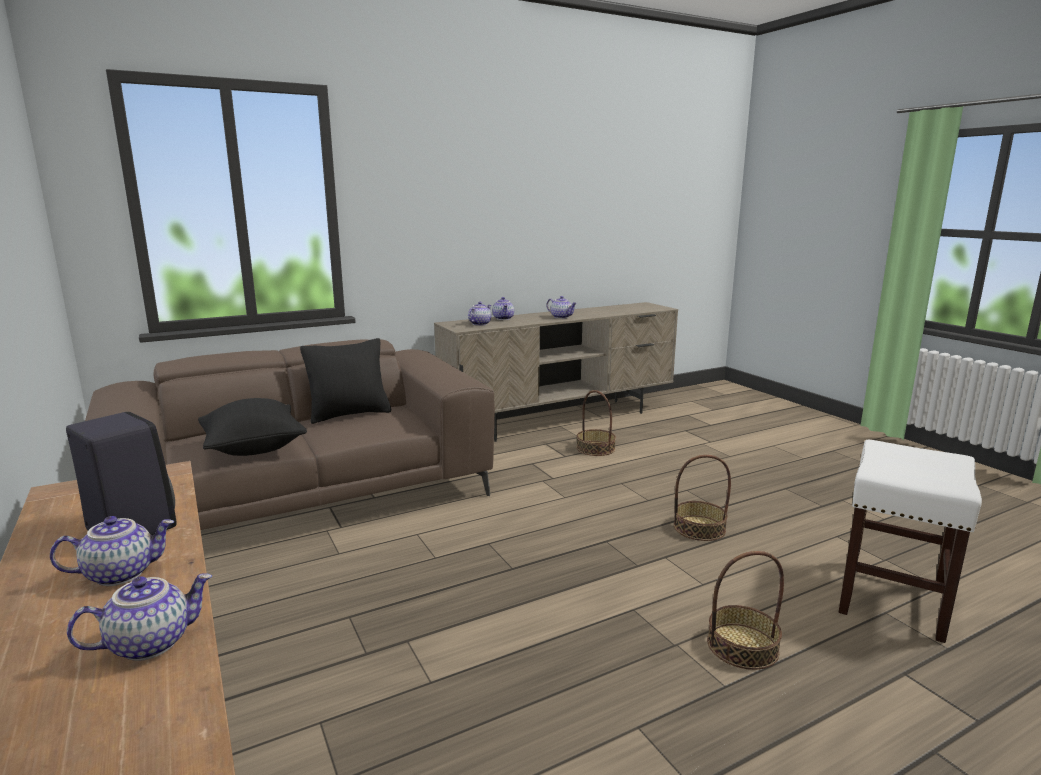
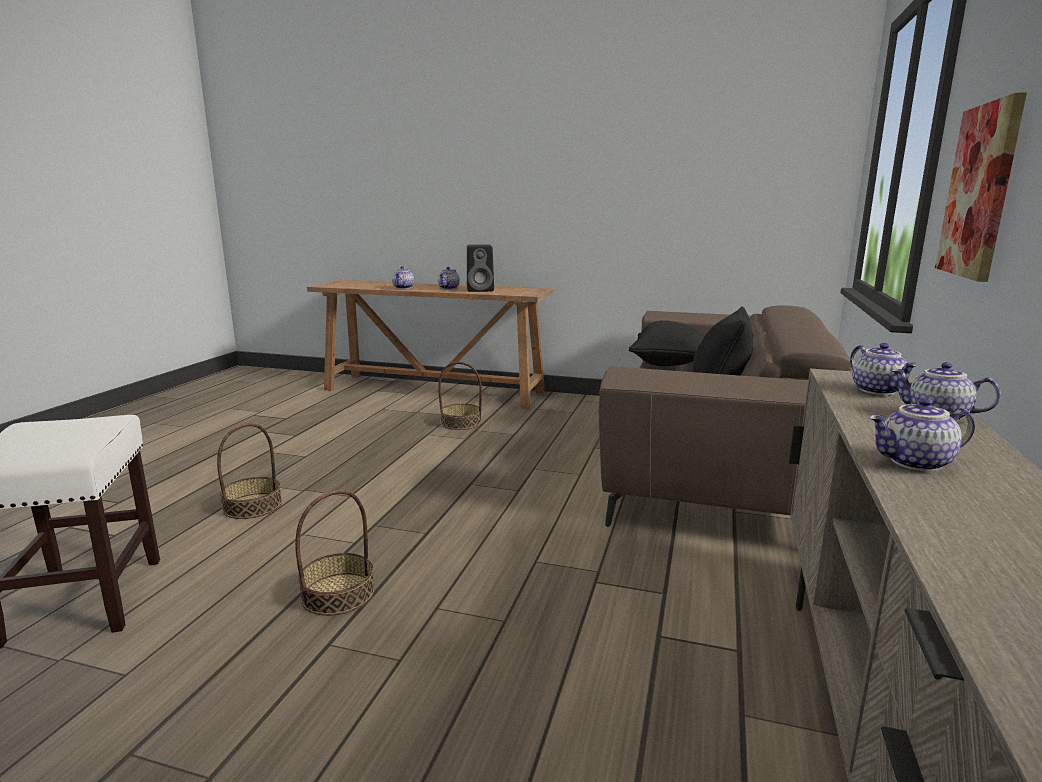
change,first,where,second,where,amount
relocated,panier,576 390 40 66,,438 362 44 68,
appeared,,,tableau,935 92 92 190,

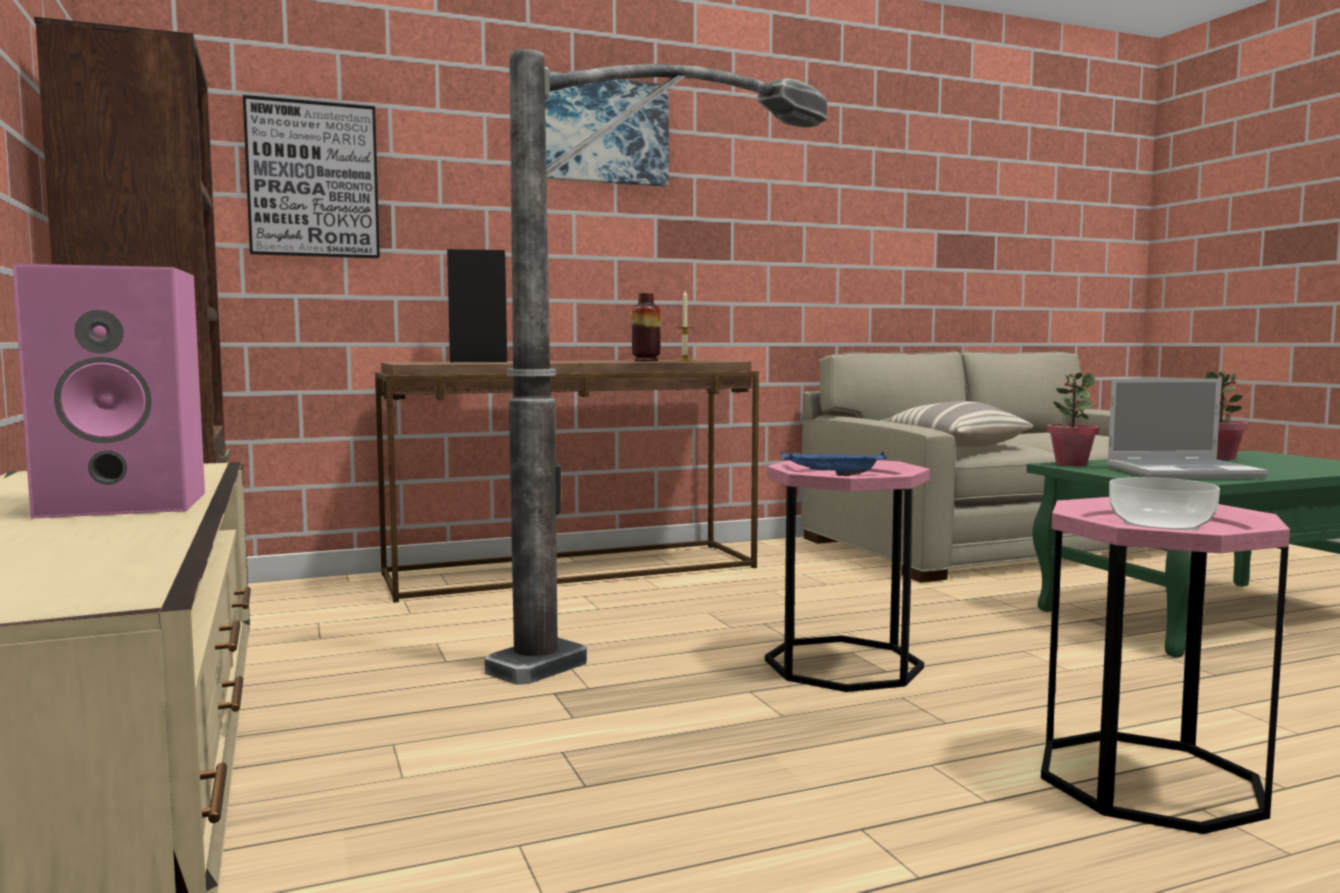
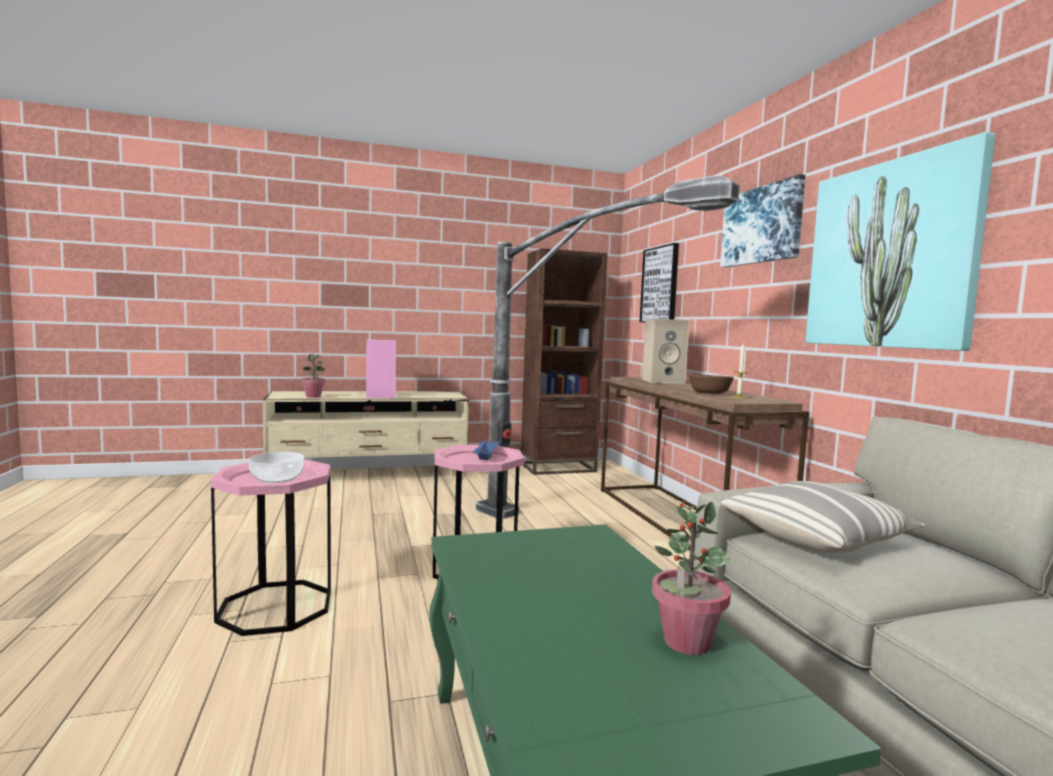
change,first,where,second,where,amount
colour,enceinte [noir],447 249 60 113,enceinte [beige],642 319 48 65,
exchanged,vase,632 293 28 68,bol [marron],688 374 46 20,
relocated,plante en pot,1047 373 52 93,,301 354 25 44,
missing,ordinateur portable,1107 378 161 101,,,
appeared,,,tableau,805 132 190 219,

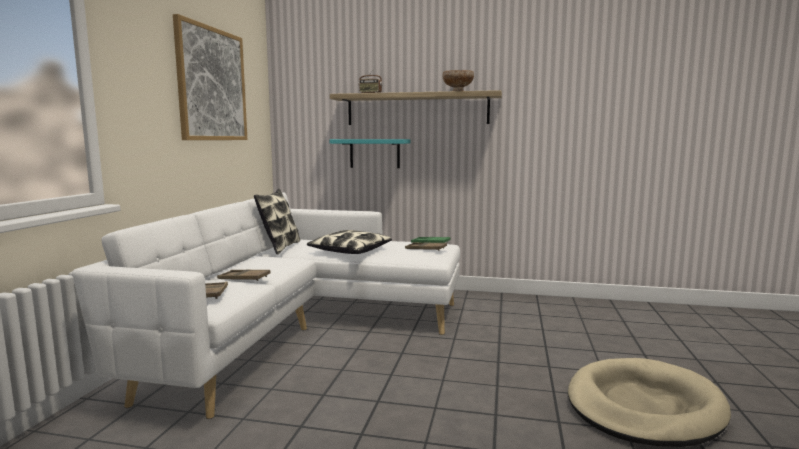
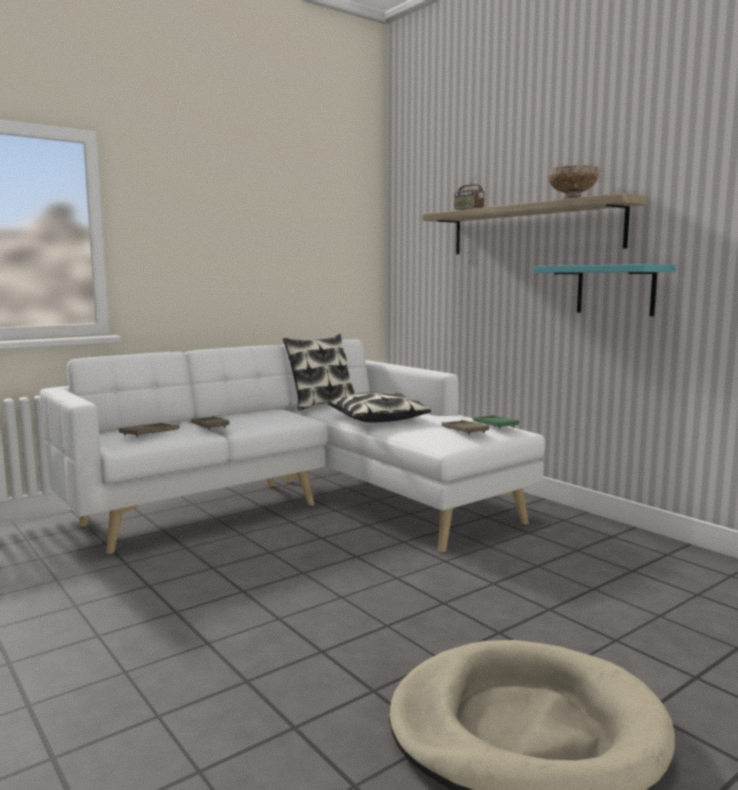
change,first,where,second,where,amount
missing,tableau,173 14 74 126,,,
relocated,étagère [turquoise],330 139 80 29,,533 264 143 52,

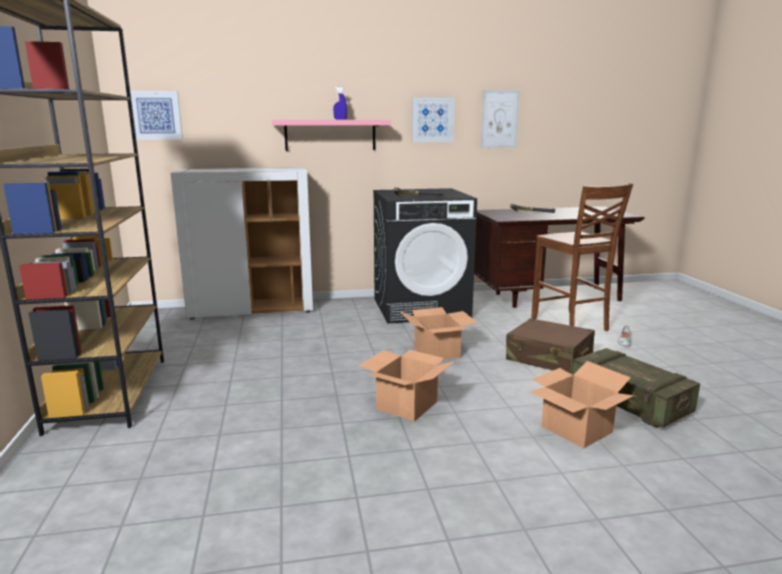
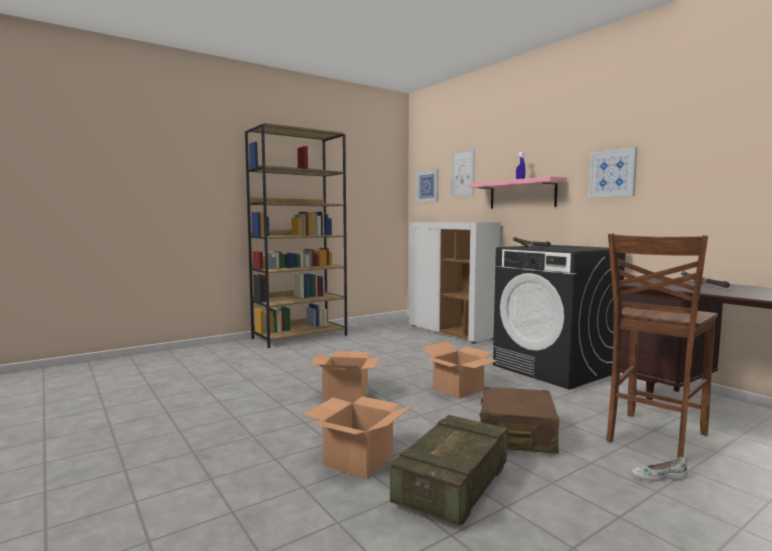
change,first,where,second,where,amount
relocated,tableau,481 90 39 58,,451 148 24 49,

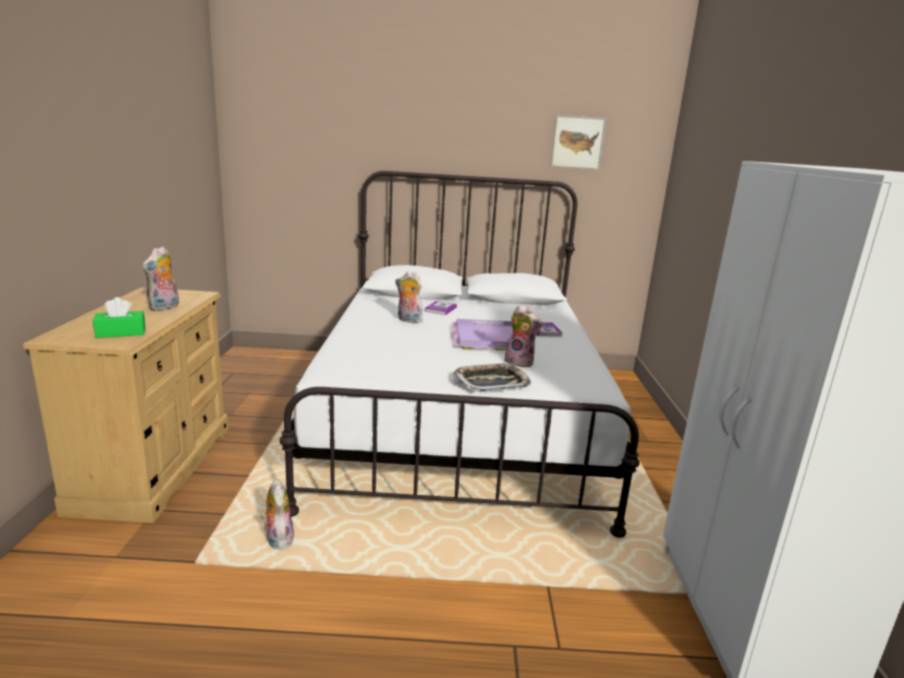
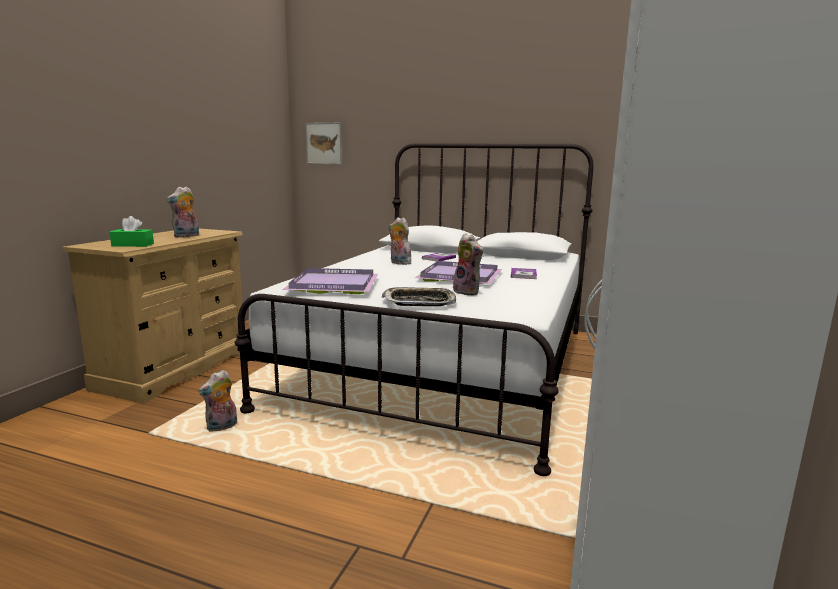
change,first,where,second,where,amount
relocated,tableau,550 115 56 55,,305 123 37 42,
spun,peluche,261 479 33 71,,198 370 39 62,135 degrees counterclockwise
appeared,,,plateau [violet],283 268 95 26,

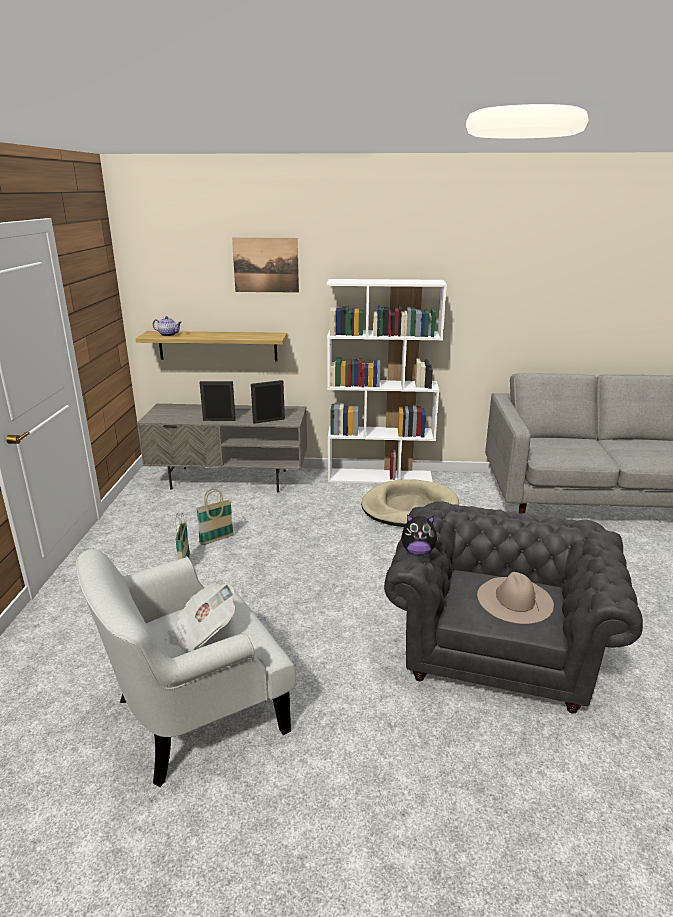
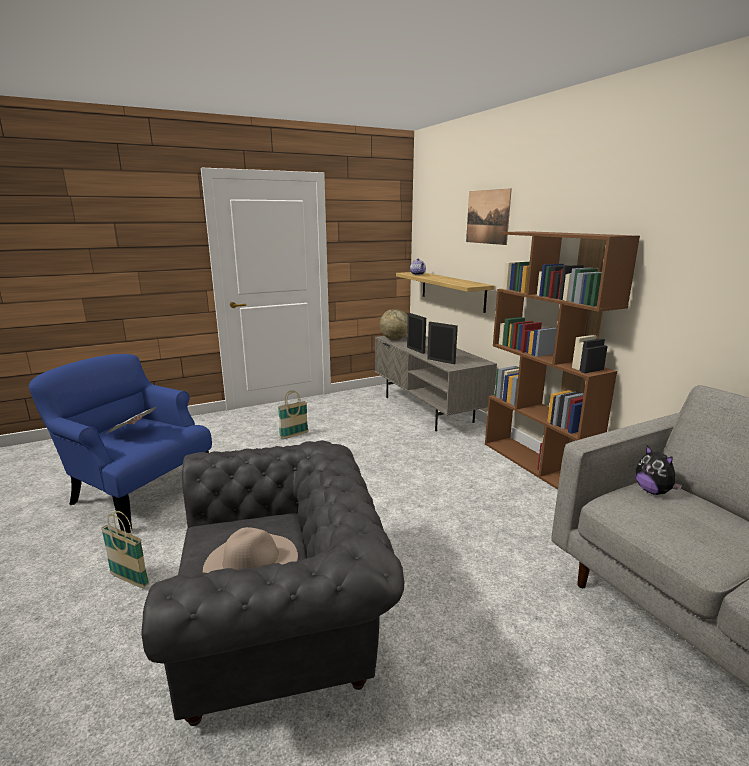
change,first,where,second,where,amount
colour,bibliothèque [blanc],327 279 120 205,bibliothèque [marron],485 231 155 259,
missing,panier pour chien [beige],361 479 98 48,,,
relocated,panier,196 489 38 56,,101 511 48 77,
relocated,peluche,401 514 38 41,,636 445 46 50,
colour,fauteuil [blanc],76 549 220 238,fauteuil [bleu],29 354 183 179,
appeared,,,globe,380 309 28 31,

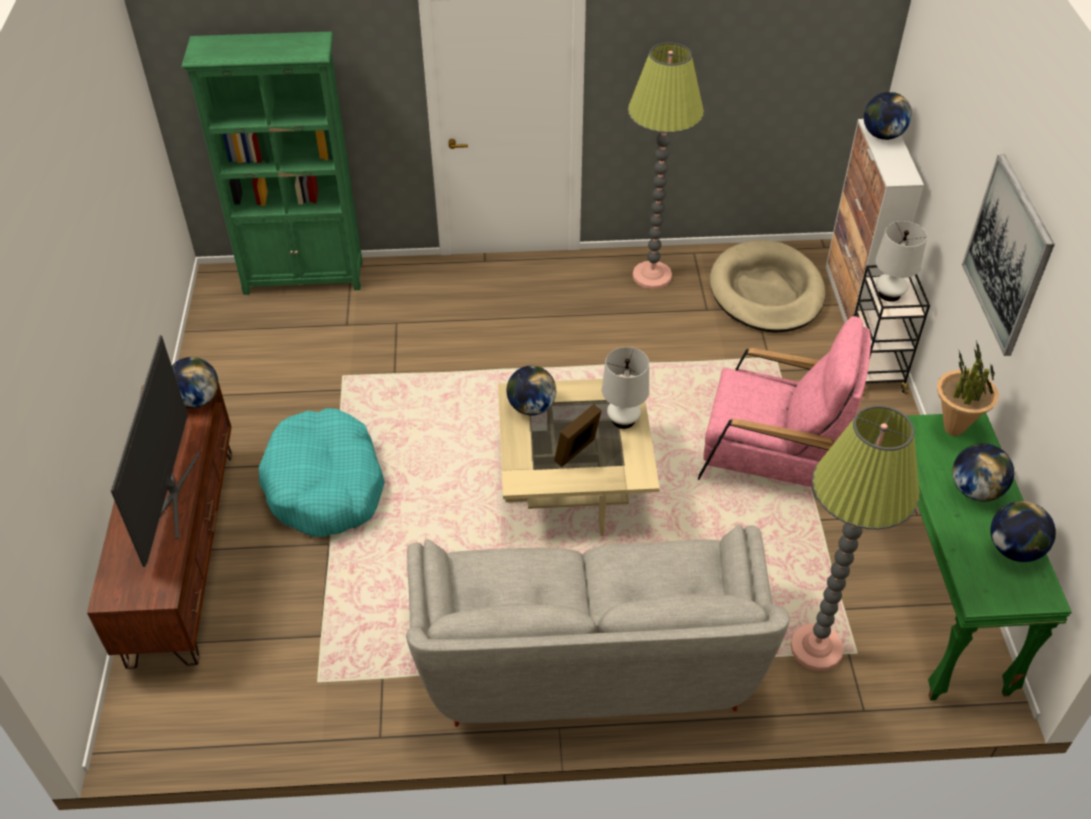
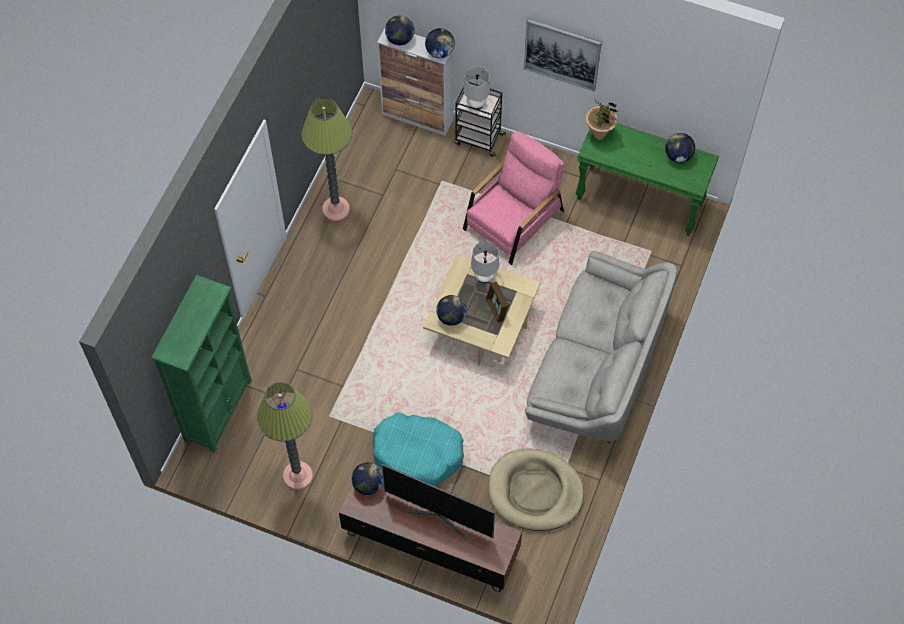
change,first,where,second,where,amount
relocated,panier pour chien [beige],710 240 115 93,,488 448 96 83,
relocated,lampadaire,790 406 130 265,,257 382 56 108,
relocated,globe,952 443 62 58,,425 28 30 30,

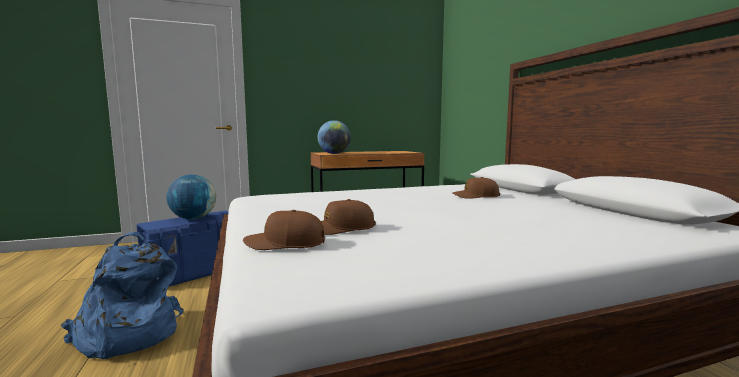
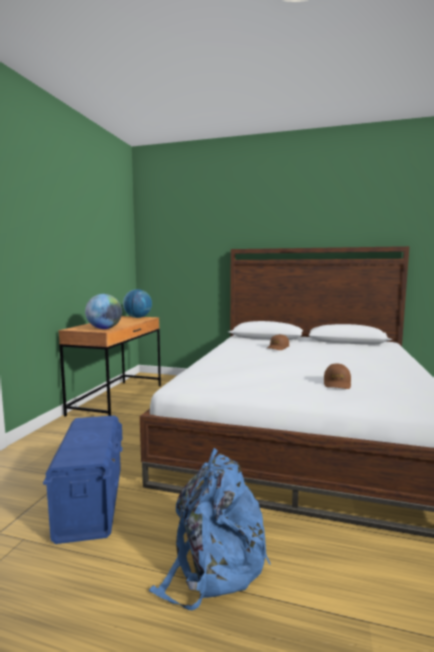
change,first,where,second,where,amount
relocated,globe,166 174 50 45,,123 289 29 29,
missing,casquette [marron],243 210 82 40,,,

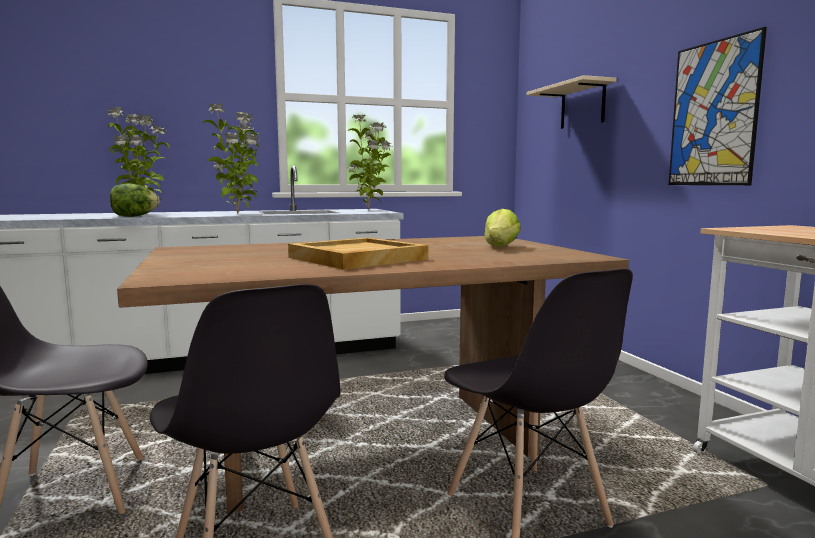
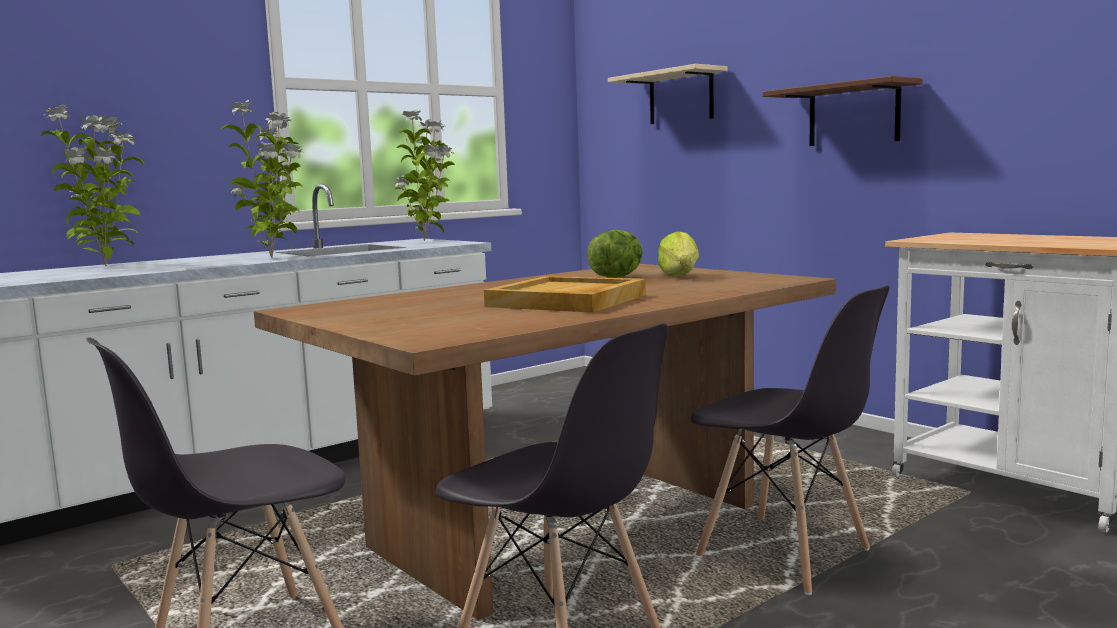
change,first,where,second,where,amount
exchanged,tableau,669 27 98 158,étagère [marron],763 76 160 70,
relocated,laitue,110 184 50 33,,587 230 56 48,

